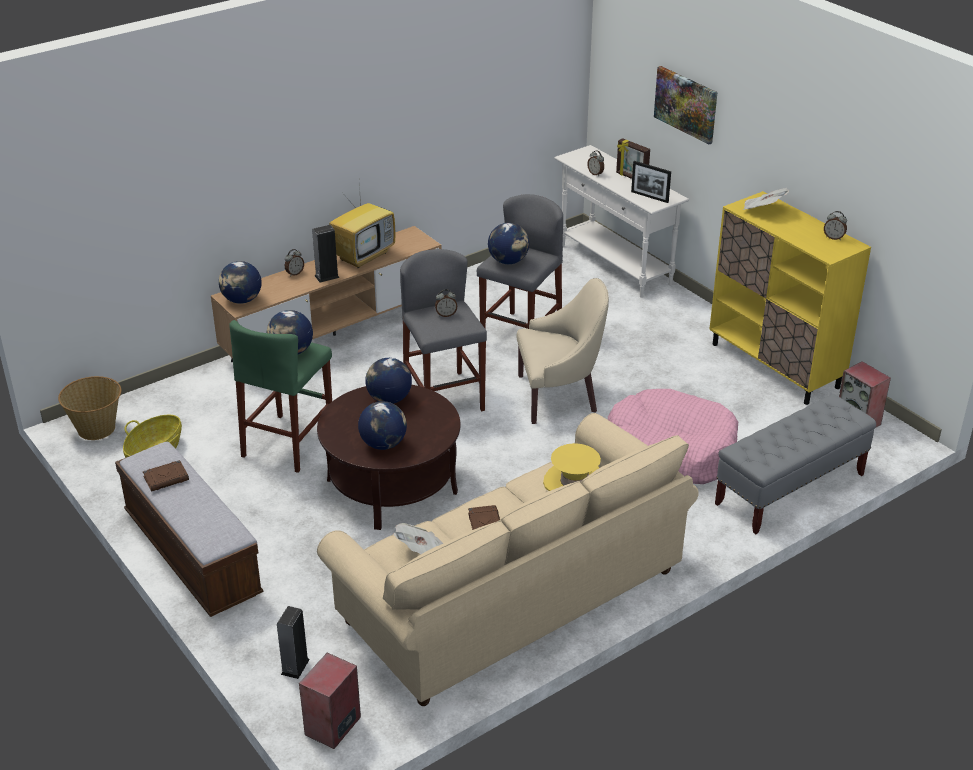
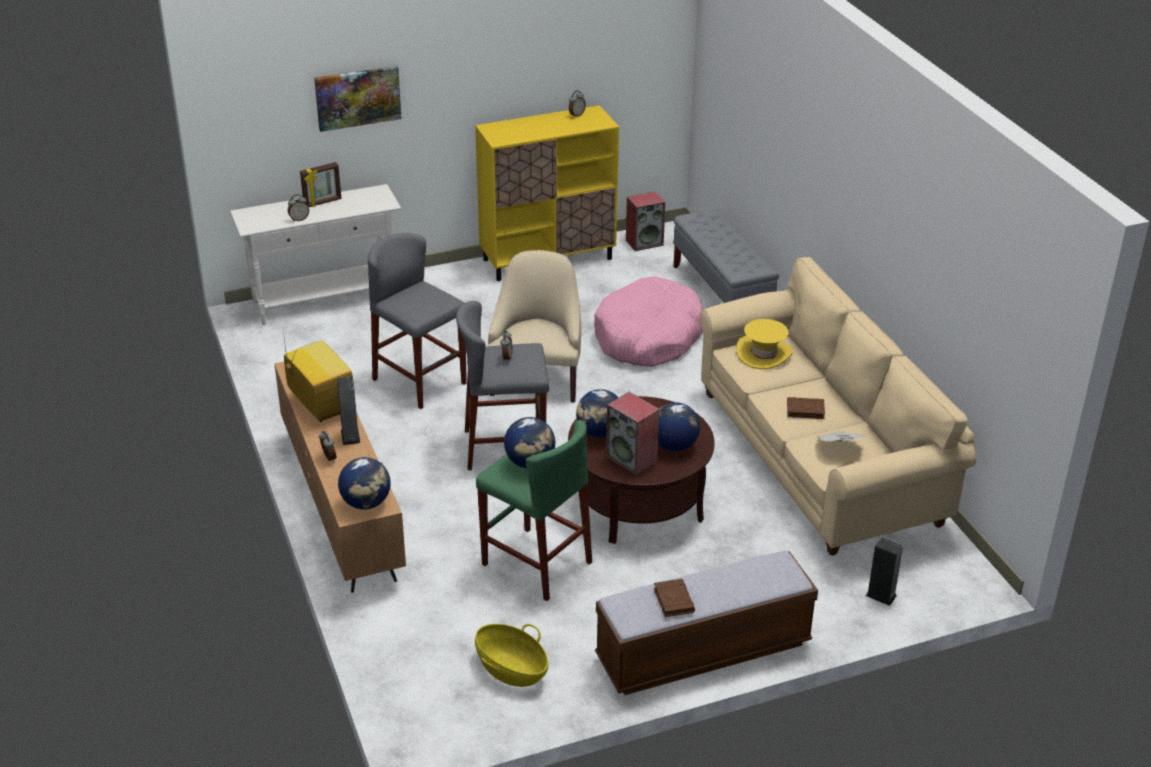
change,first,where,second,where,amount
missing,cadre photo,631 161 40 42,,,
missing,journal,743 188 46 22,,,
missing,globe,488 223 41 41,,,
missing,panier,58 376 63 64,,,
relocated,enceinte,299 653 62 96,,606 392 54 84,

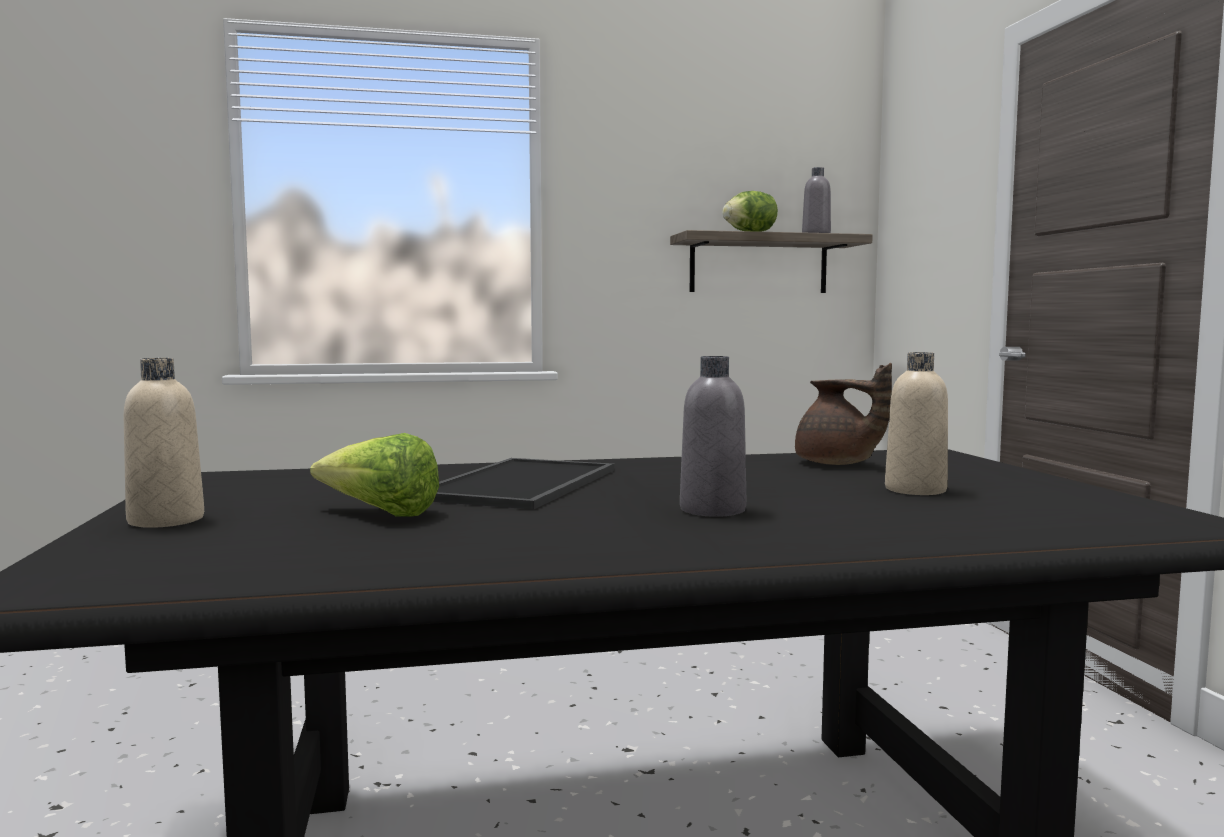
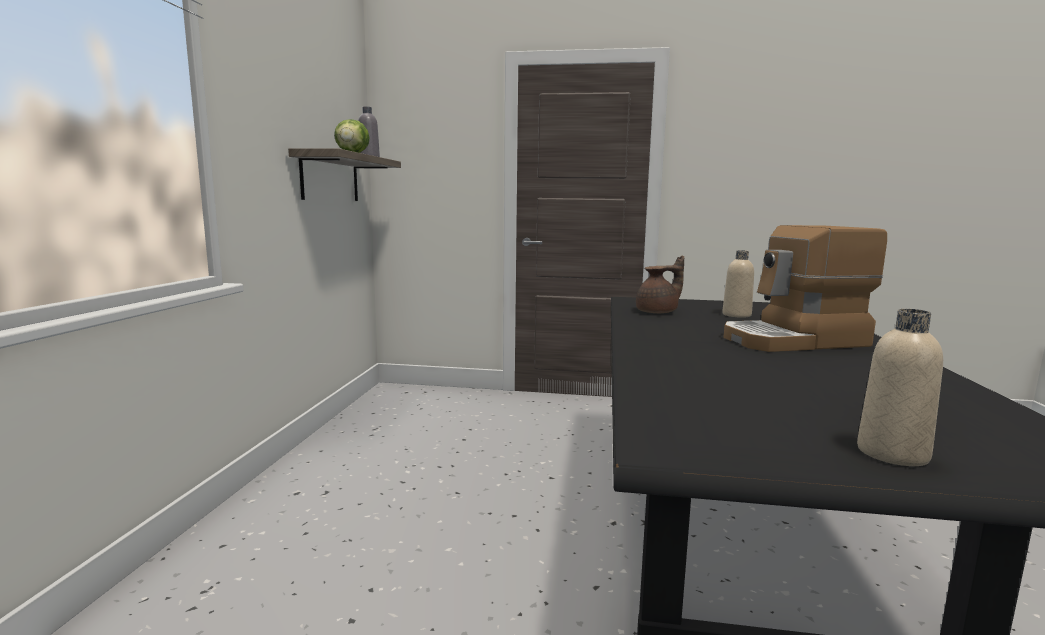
change,first,where,second,where,amount
exchanged,bouteille [gris],680 356 66 161,machine à café,723 225 164 127,
missing,laitue,310 433 129 84,,,
missing,plateau,433 458 181 52,,,

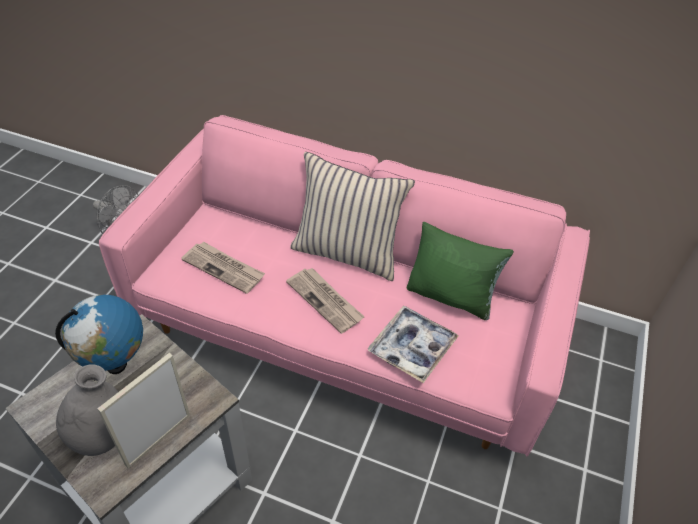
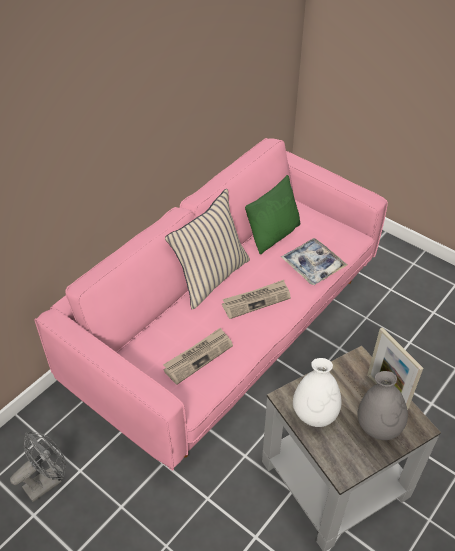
change,first,where,second,where,amount
exchanged,globe,55 295 88 79,vase [blanc],293 358 49 69,

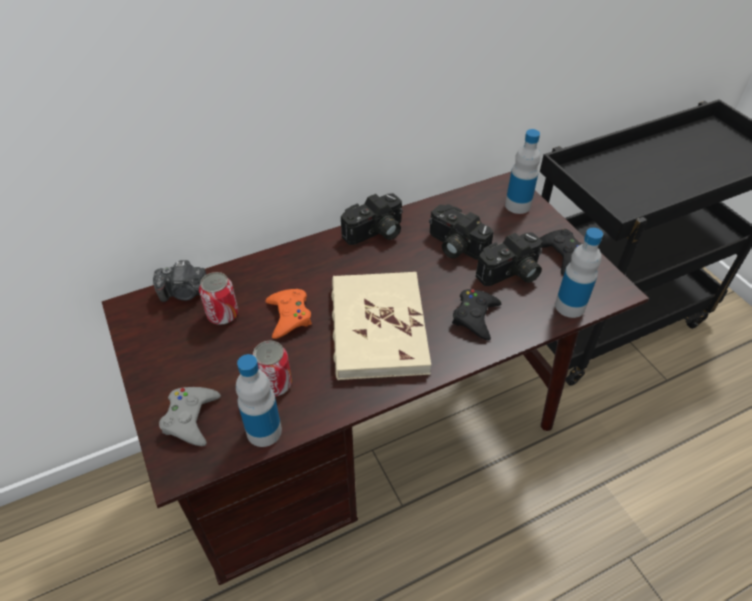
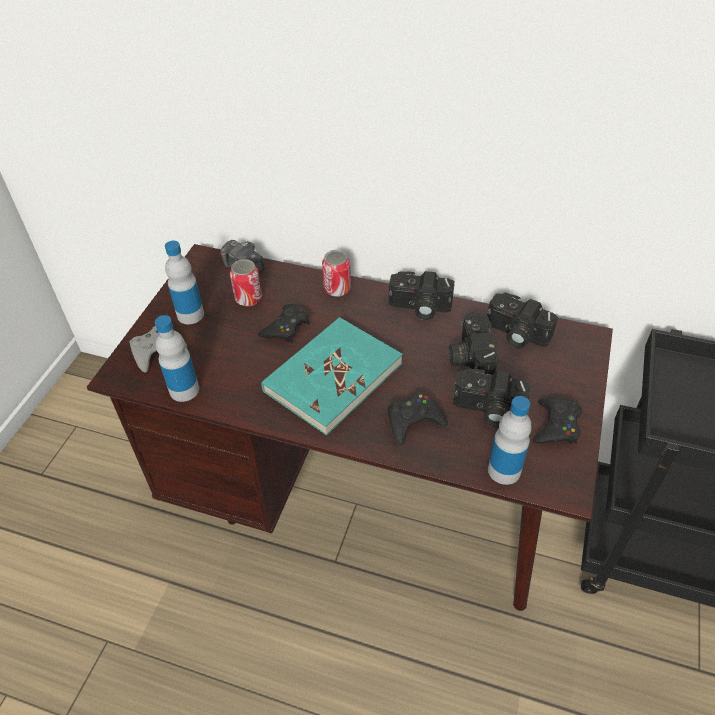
change,first,where,second,where,amount
relocated,bouteille,505 129 35 85,,165 241 39 83,
colour,livre [beige],331 272 100 108,livre [turquoise],261 317 142 119,
colour,manette [orange],265 289 47 50,manette [noir],258 304 52 39,
relocated,boîte métallique,253 340 39 56,,322 250 29 47,
appeared,,,appareil photo,487 293 71 55,

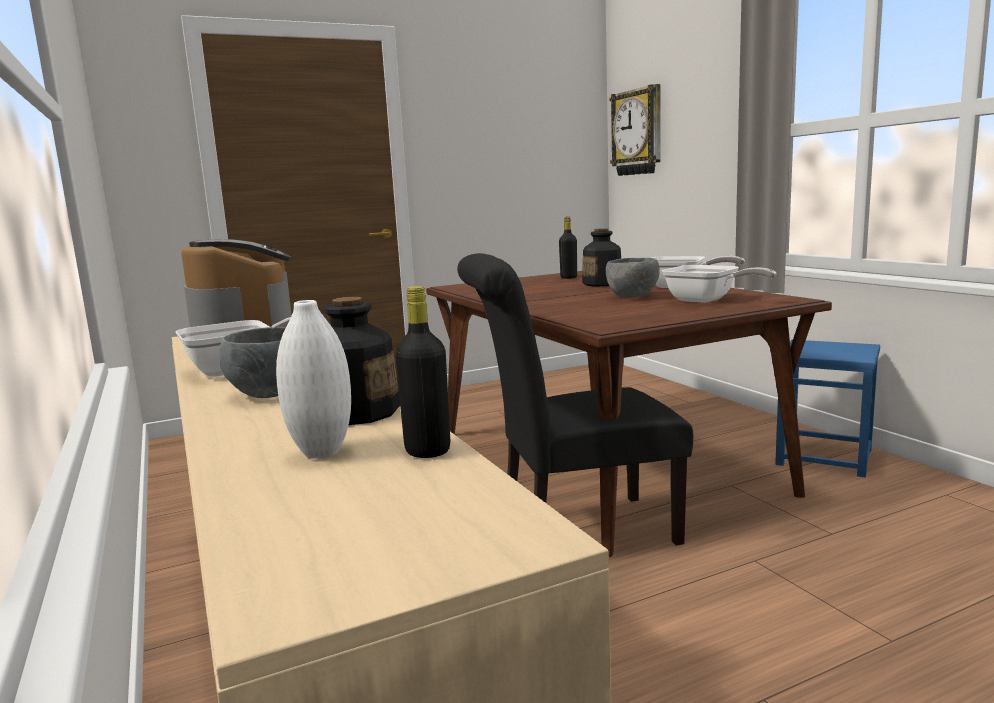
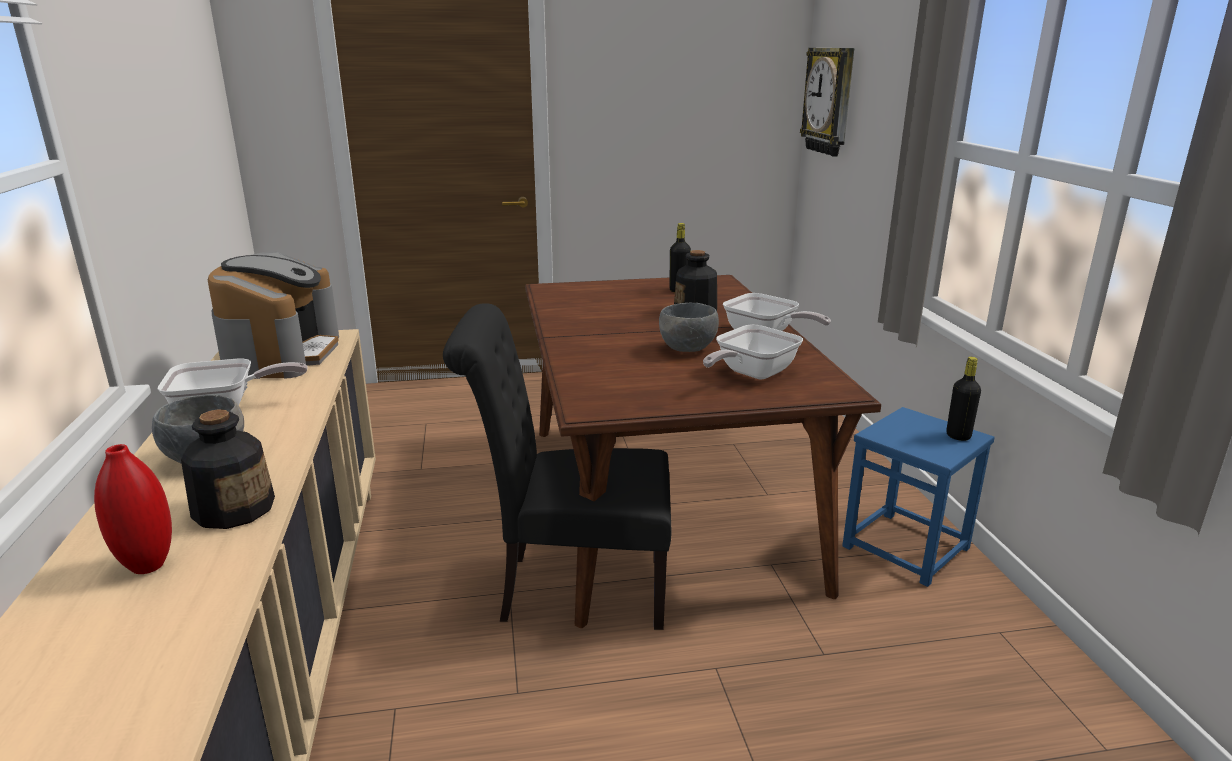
change,first,where,second,where,amount
spun,poêle,662 265 115 38,,703 325 100 55,75 degrees clockwise
relocated,bouteille [noir],395 286 55 172,,946 357 35 84,
colour,vase [blanc],276 300 75 159,vase [rouge],94 444 78 130,

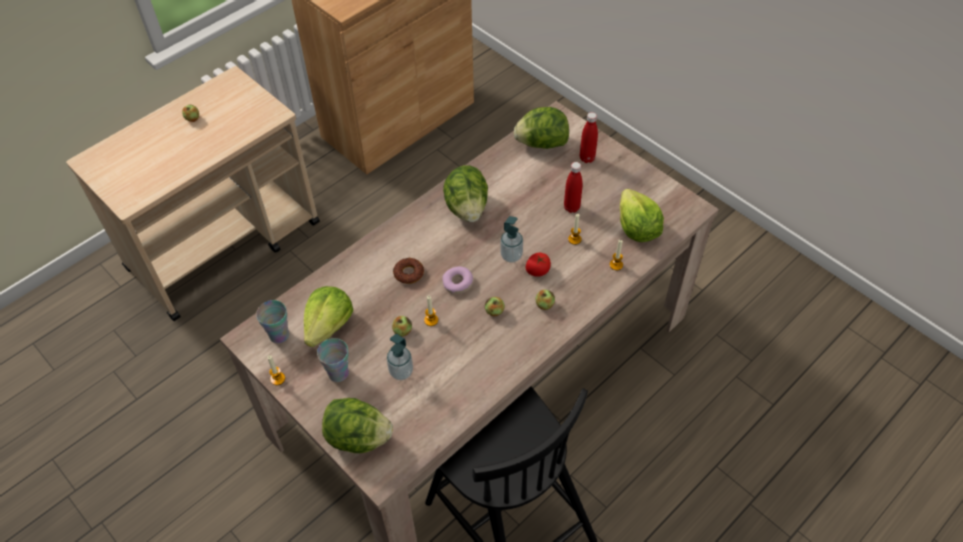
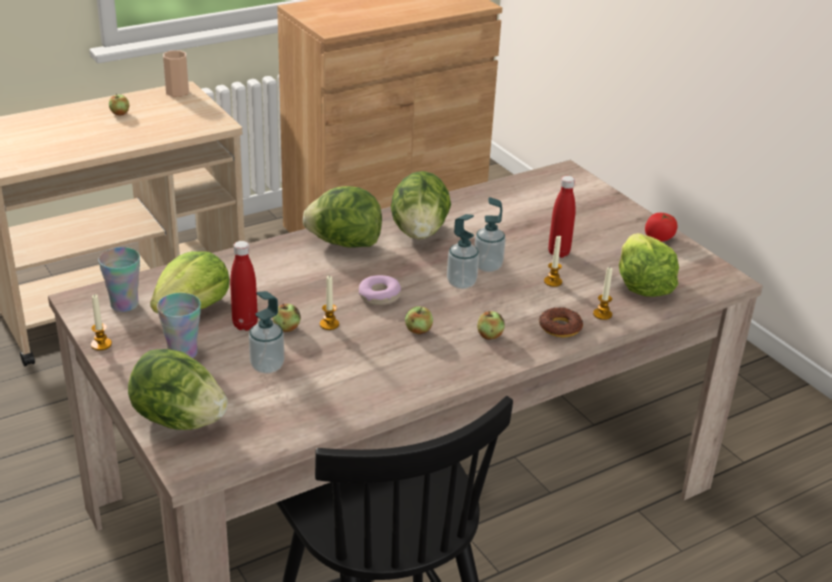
change,first,where,second,where,amount
relocated,laitue,514 107 55 42,,303 186 79 62,
relocated,bouteille [rouge],580 112 18 51,,230 241 28 90,
relocated,tomate,526 253 25 24,,645 213 32 29,
relocated,beignet,393 258 31 26,,539 307 44 31,
appeared,,,tasse,163 50 26 47,
appeared,,,distributeur de savon,475 197 31 75,

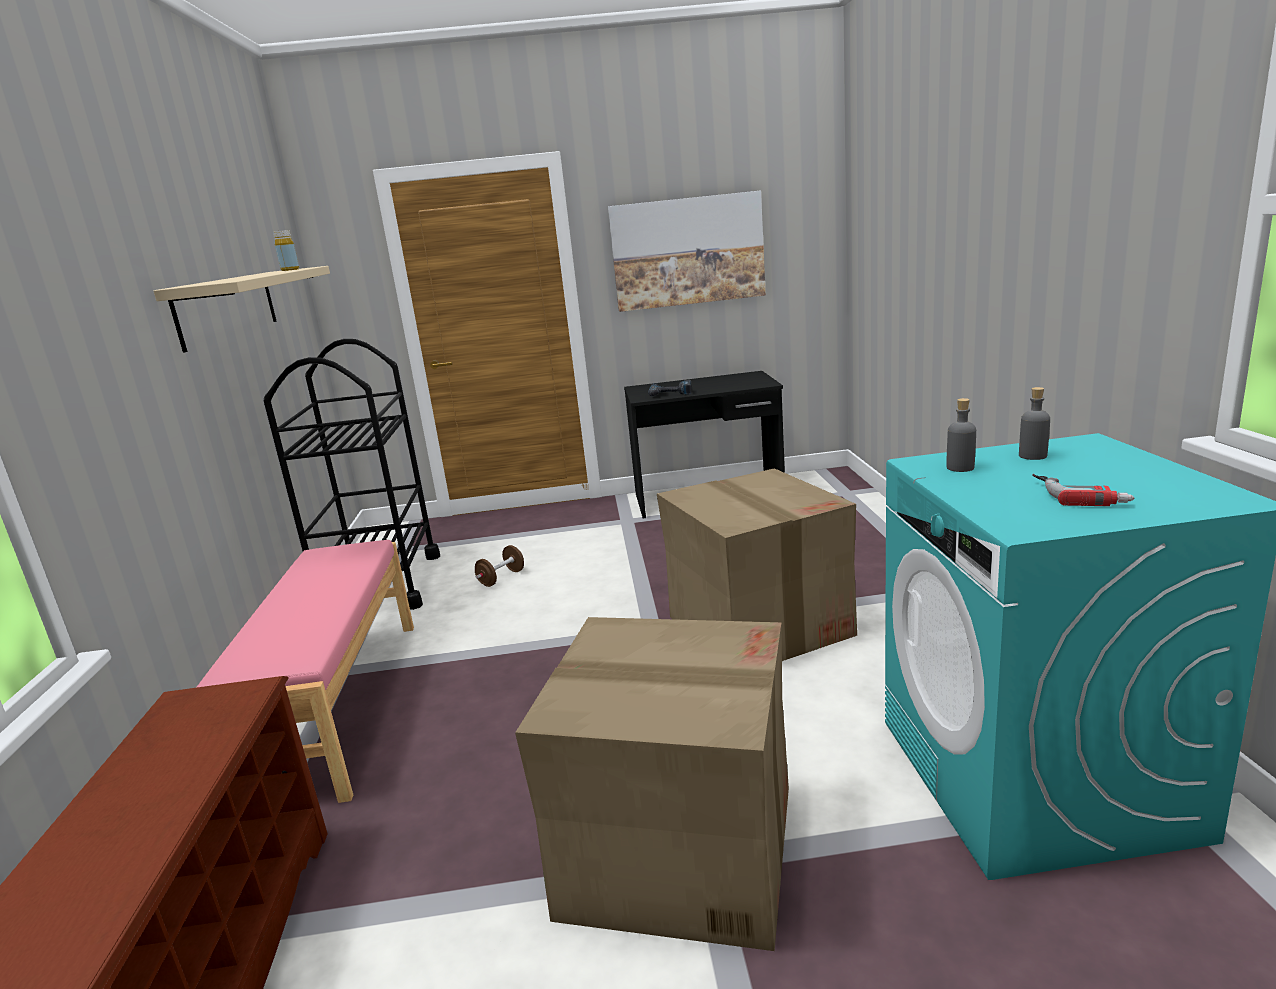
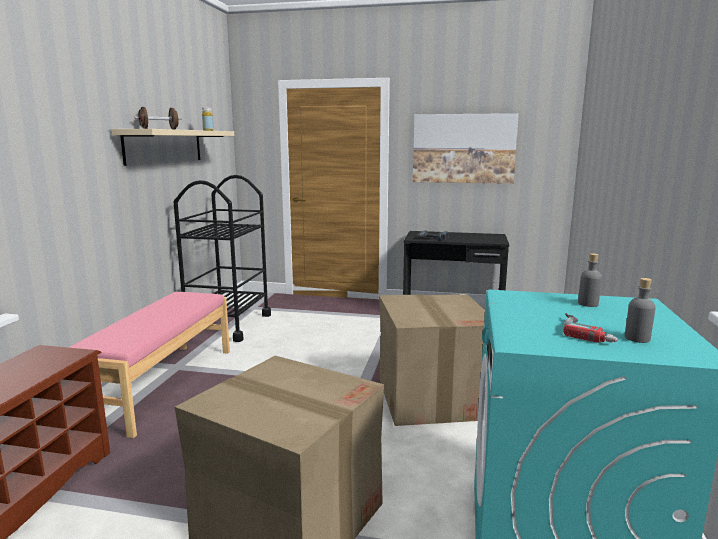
change,first,where,second,where,amount
relocated,bouteille [gris],946 398 30 74,,625 278 31 65,
relocated,haltère [marron],475 545 49 42,,135 107 47 22,

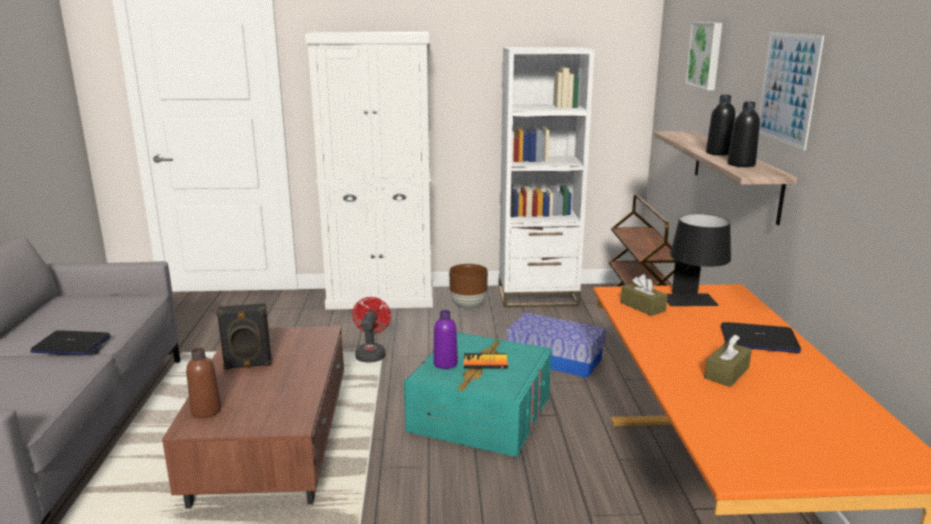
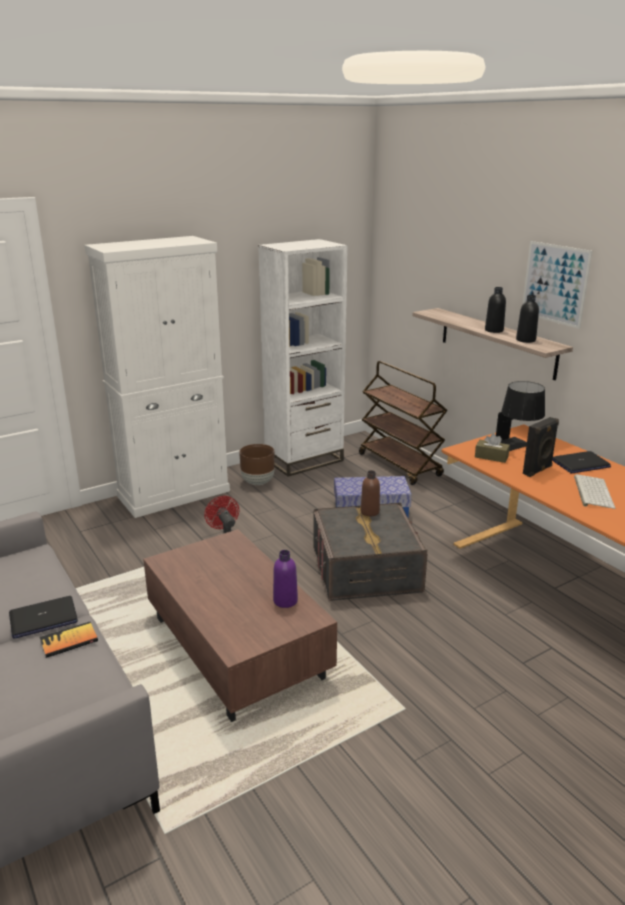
change,first,where,second,where,amount
missing,tableau,685 22 37 68,,,
relocated,enceinte [noir],216 303 56 67,,523 417 36 60,
relocated,bouteille [violet],433 310 25 59,,273 550 25 58,
colour,boîte de rangement [turquoise],404 332 147 125,boîte de rangement [gris],314 503 114 98,
exchanged,boîte à mouchoirs [marron],704 335 48 52,clavier,574 474 42 35,
relocated,bouteille [marron],186 348 35 70,,360 470 20 46,
relocated,livre,464 353 44 16,,39 622 59 36,

